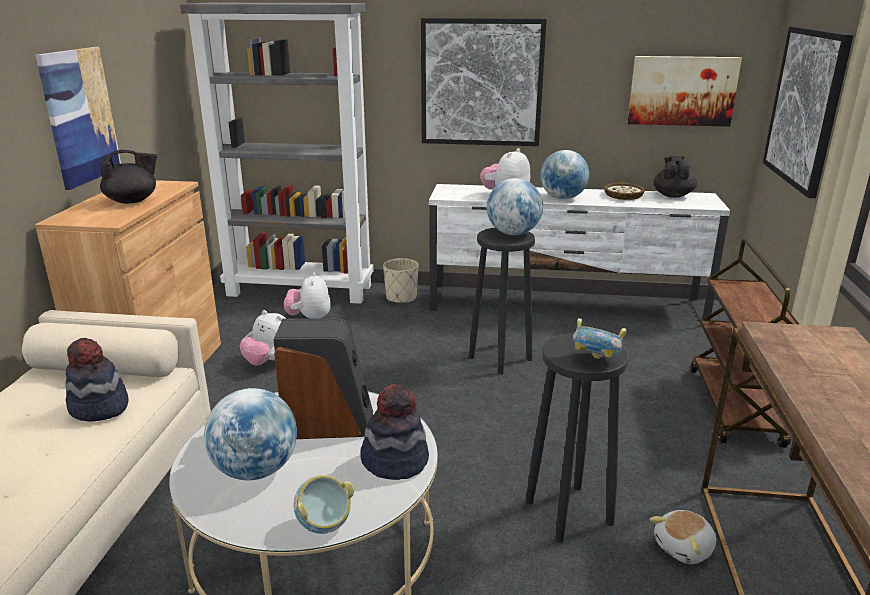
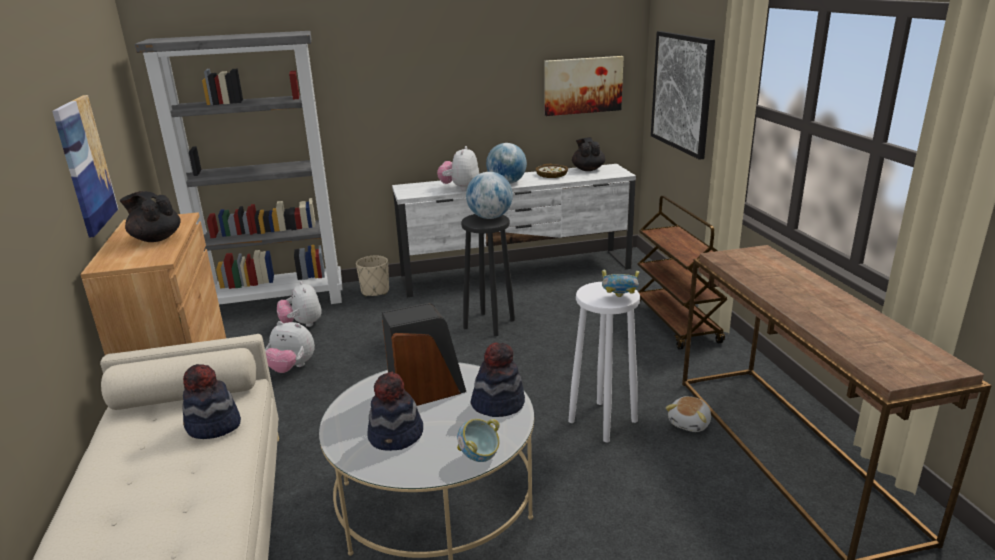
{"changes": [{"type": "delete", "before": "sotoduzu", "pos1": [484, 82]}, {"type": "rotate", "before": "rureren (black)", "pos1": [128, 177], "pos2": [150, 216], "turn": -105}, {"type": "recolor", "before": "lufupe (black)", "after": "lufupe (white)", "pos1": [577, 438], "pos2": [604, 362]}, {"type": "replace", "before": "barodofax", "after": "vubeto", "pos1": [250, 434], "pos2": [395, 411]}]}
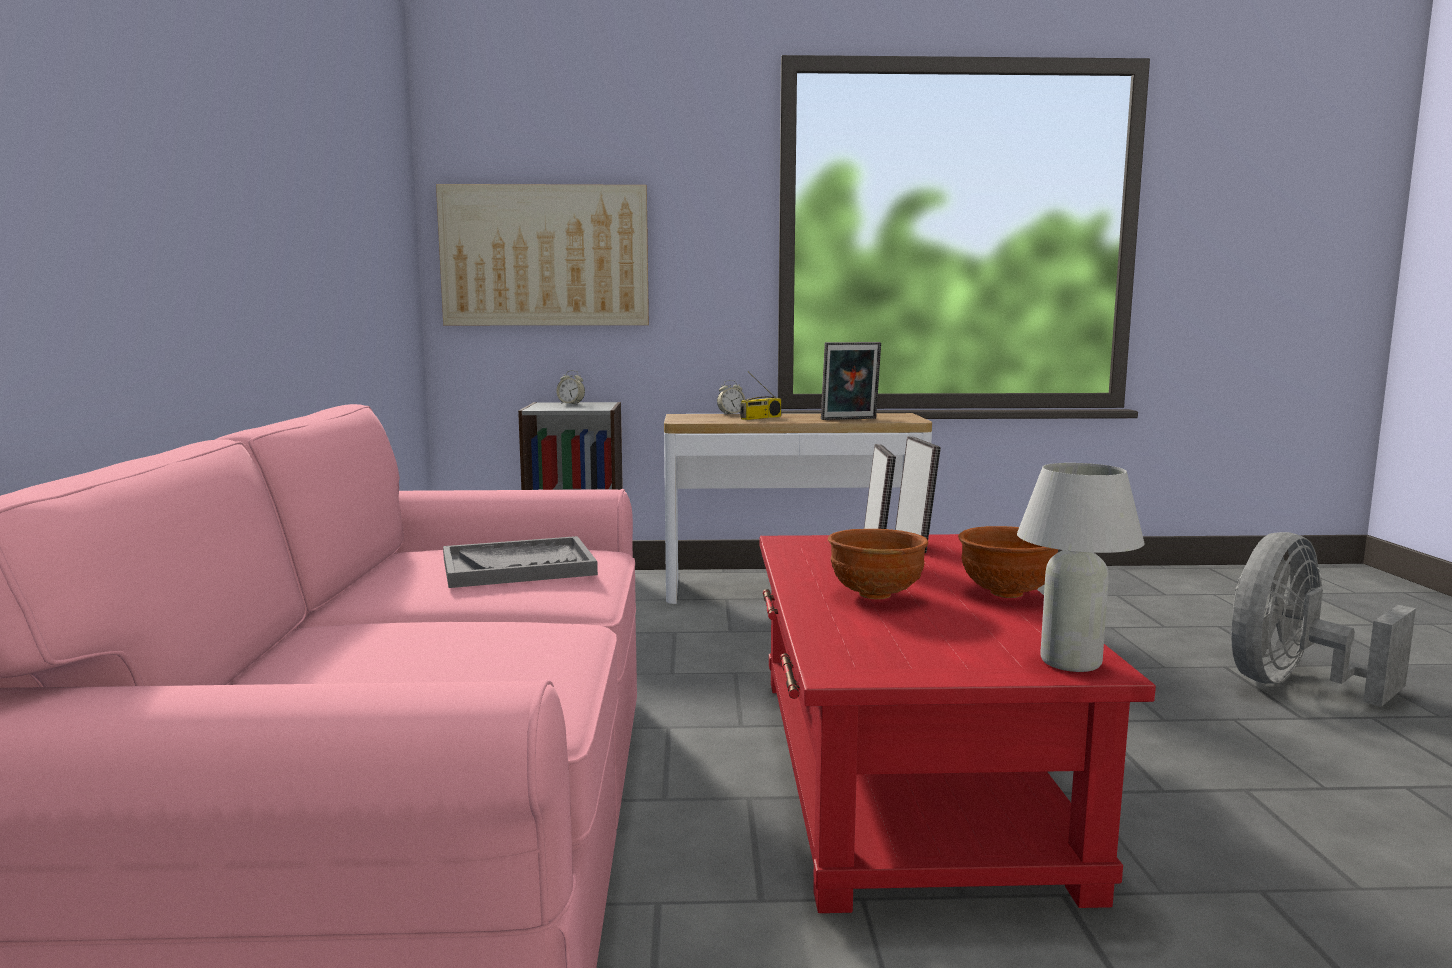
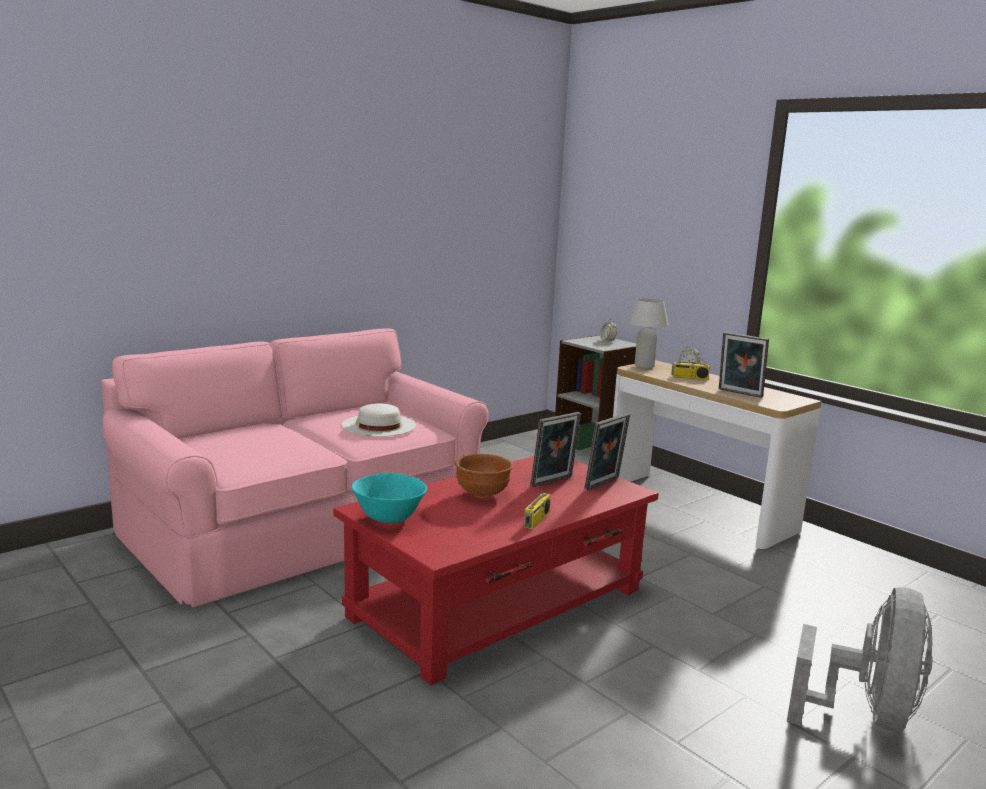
{"changes": [{"type": "delete", "before": "sotoduzu", "pos1": [542, 254]}, {"type": "move", "before": "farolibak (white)", "pos1": [1080, 567], "pos2": [648, 333]}, {"type": "replace", "before": "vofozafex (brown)", "after": "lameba", "pos1": [1008, 562], "pos2": [537, 503]}, {"type": "rotate", "before": "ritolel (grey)", "pos1": [1323, 619], "pos2": [860, 659], "turn": 105}, {"type": "replace", "before": "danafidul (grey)", "after": "vubeto (white)", "pos1": [520, 562], "pos2": [379, 420]}, {"type": "insert", "after": "vofozafex (turquoise)", "pos2": [389, 498]}]}
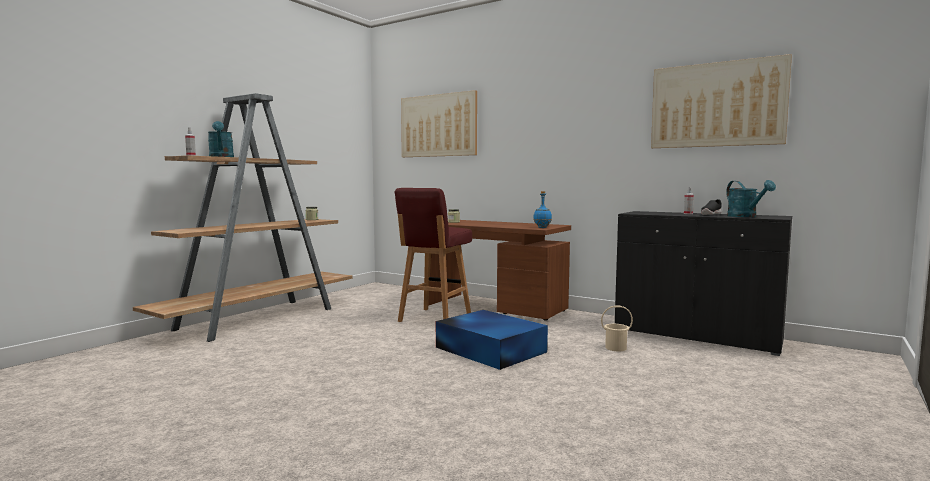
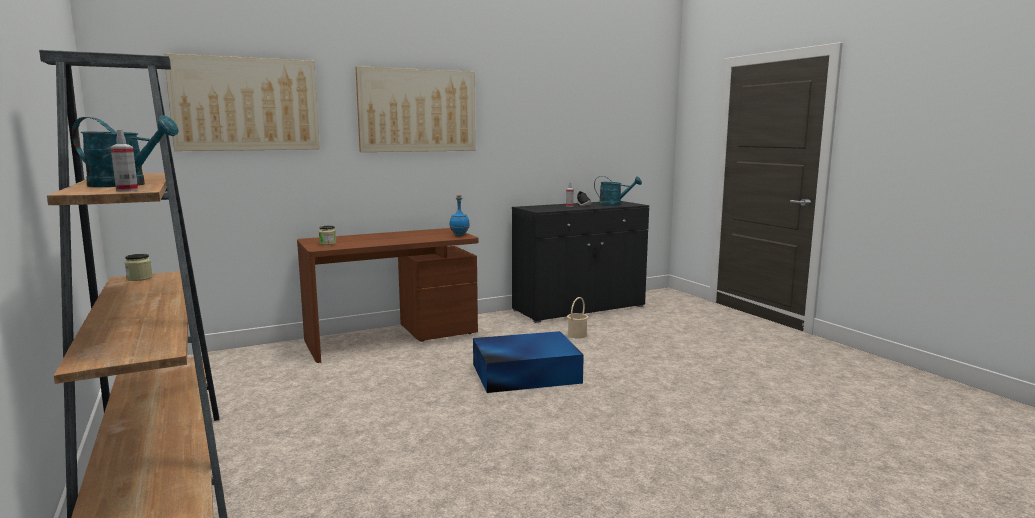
{"changes": [{"type": "move", "before": "sotoduzu", "pos1": [721, 101], "pos2": [415, 109]}, {"type": "delete", "before": "lufupe (red)", "pos1": [433, 255]}]}
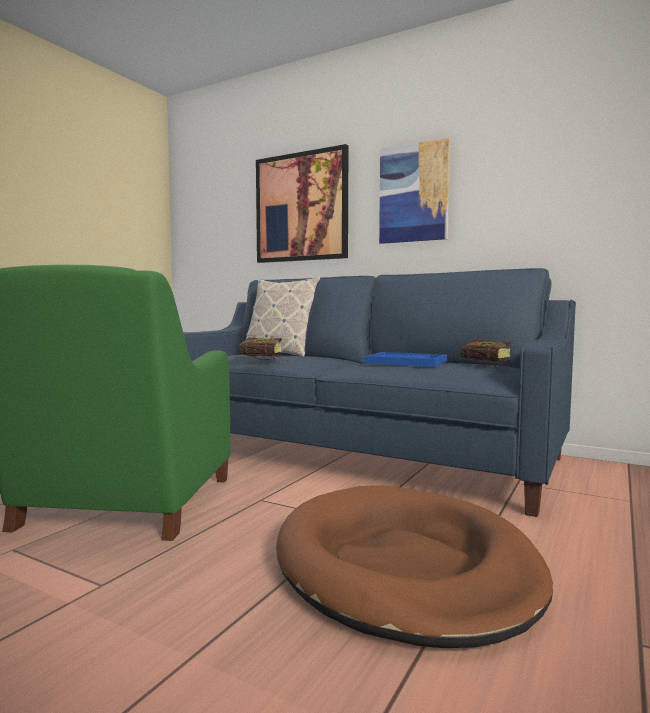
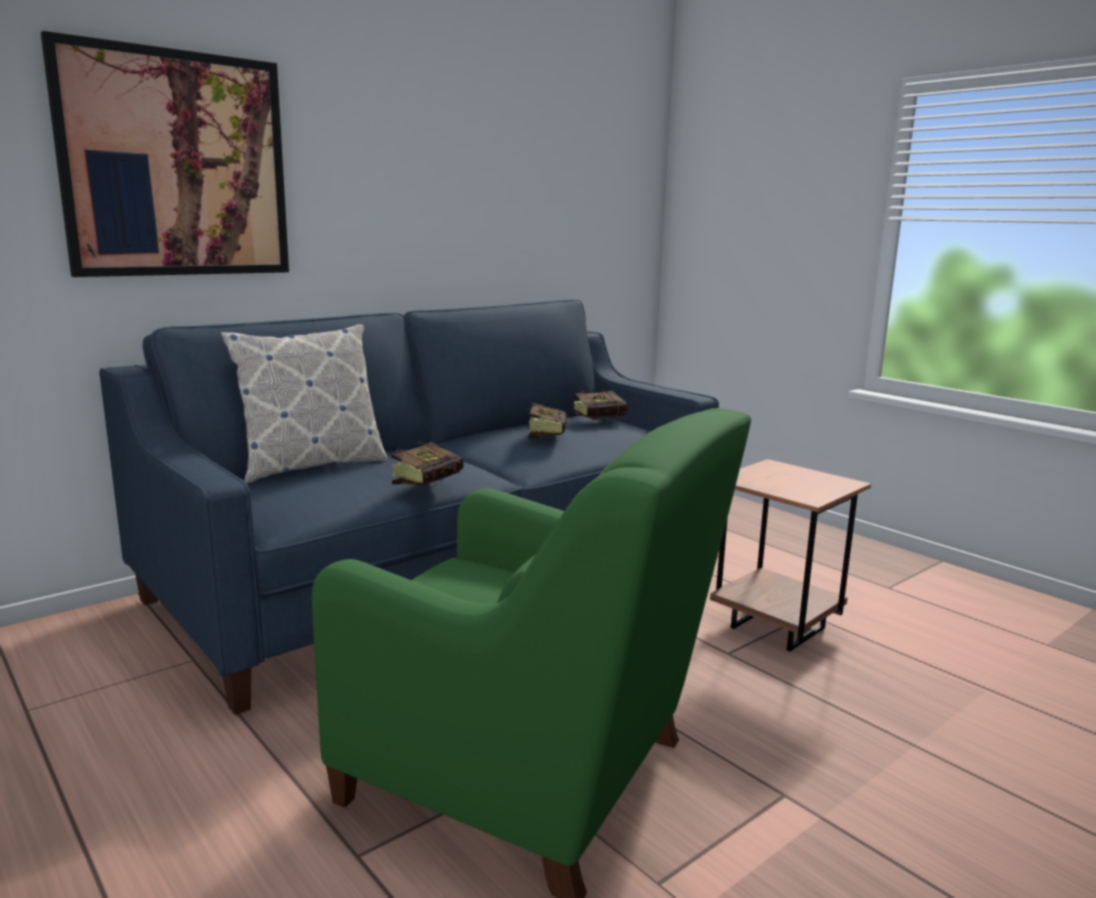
{"changes": [{"type": "delete", "before": "sotoduzu", "pos1": [414, 191]}, {"type": "replace", "before": "danafidul (blue)", "after": "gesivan", "pos1": [405, 359], "pos2": [547, 421]}, {"type": "replace", "before": "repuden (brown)", "after": "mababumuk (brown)", "pos1": [414, 567], "pos2": [790, 555]}]}
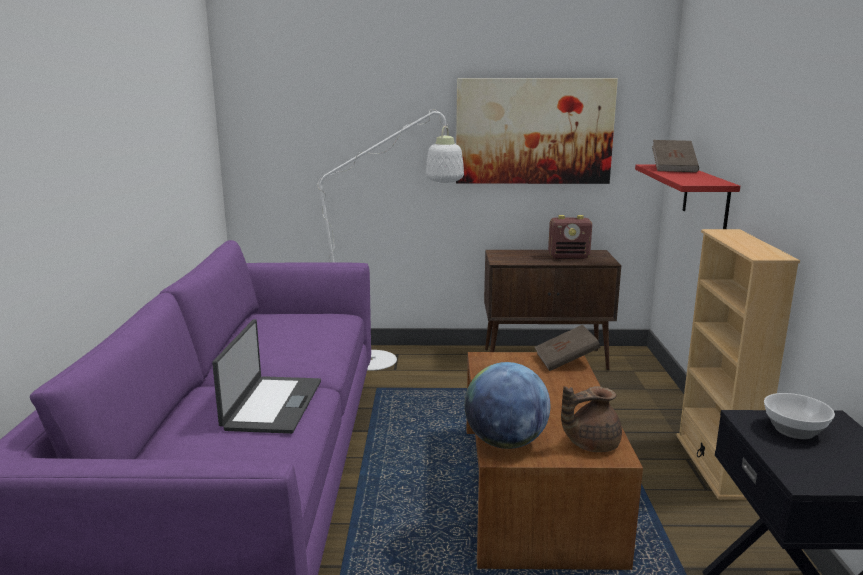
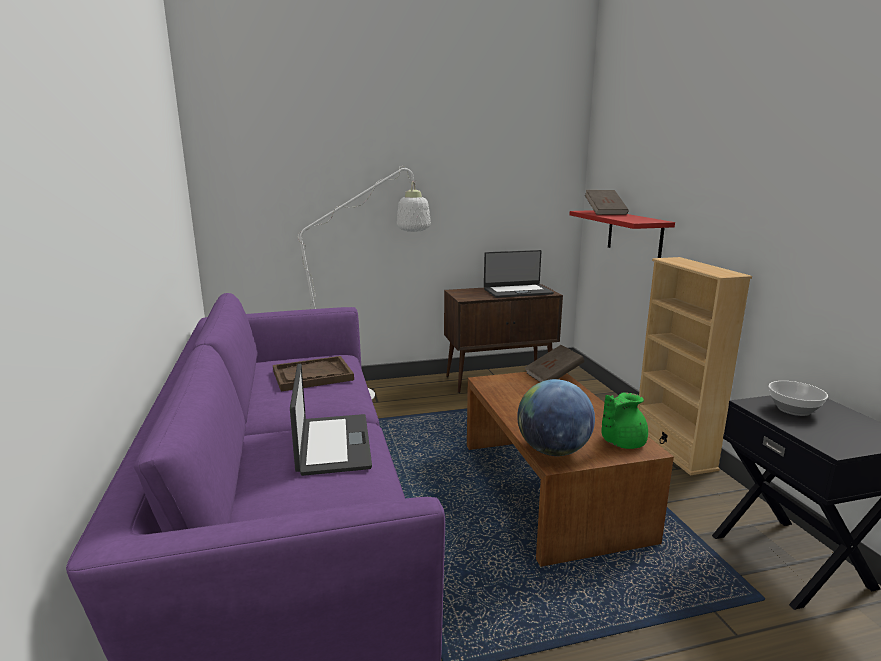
{"changes": [{"type": "delete", "before": "sotoduzu", "pos1": [537, 131]}, {"type": "replace", "before": "lameba", "after": "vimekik", "pos1": [570, 237], "pos2": [519, 274]}, {"type": "recolor", "before": "rureren (brown)", "after": "rureren (green)", "pos1": [591, 419], "pos2": [624, 420]}, {"type": "insert", "after": "danafidul (brown)", "pos2": [313, 374]}]}
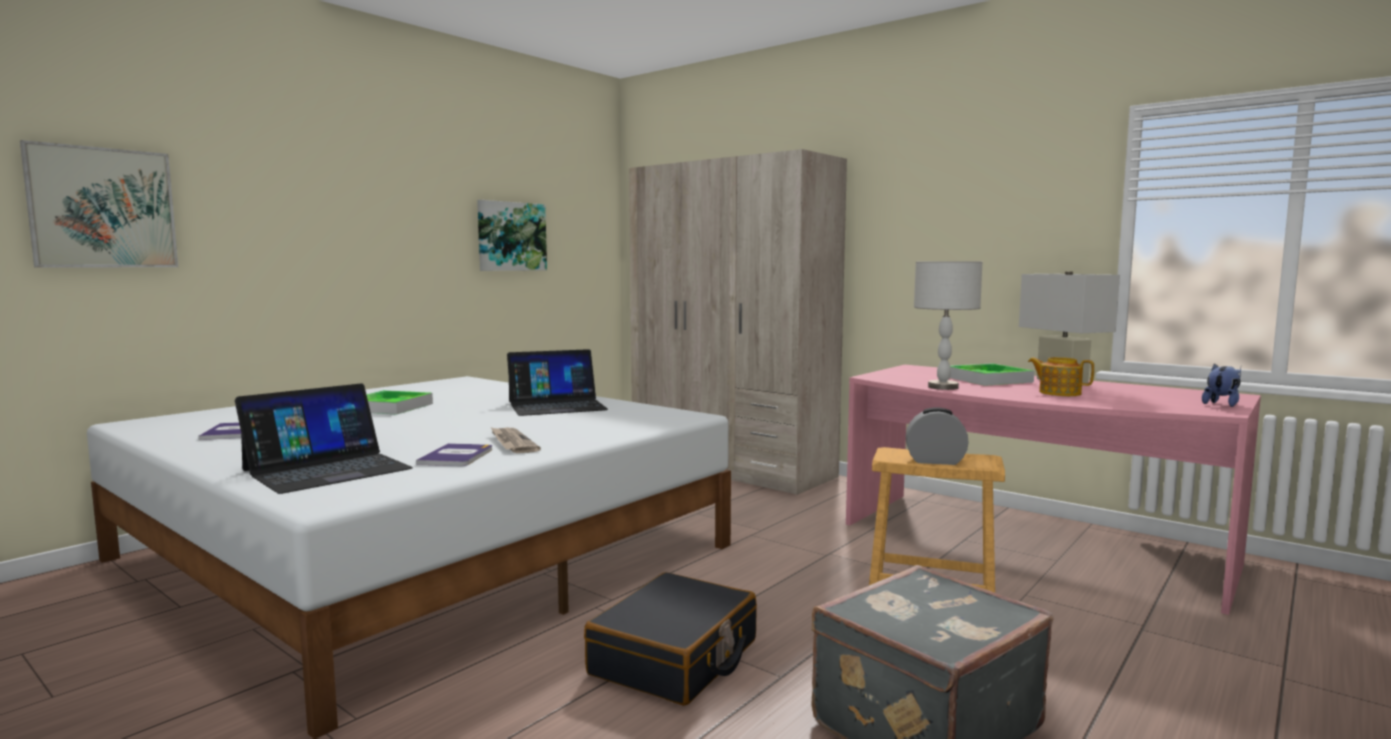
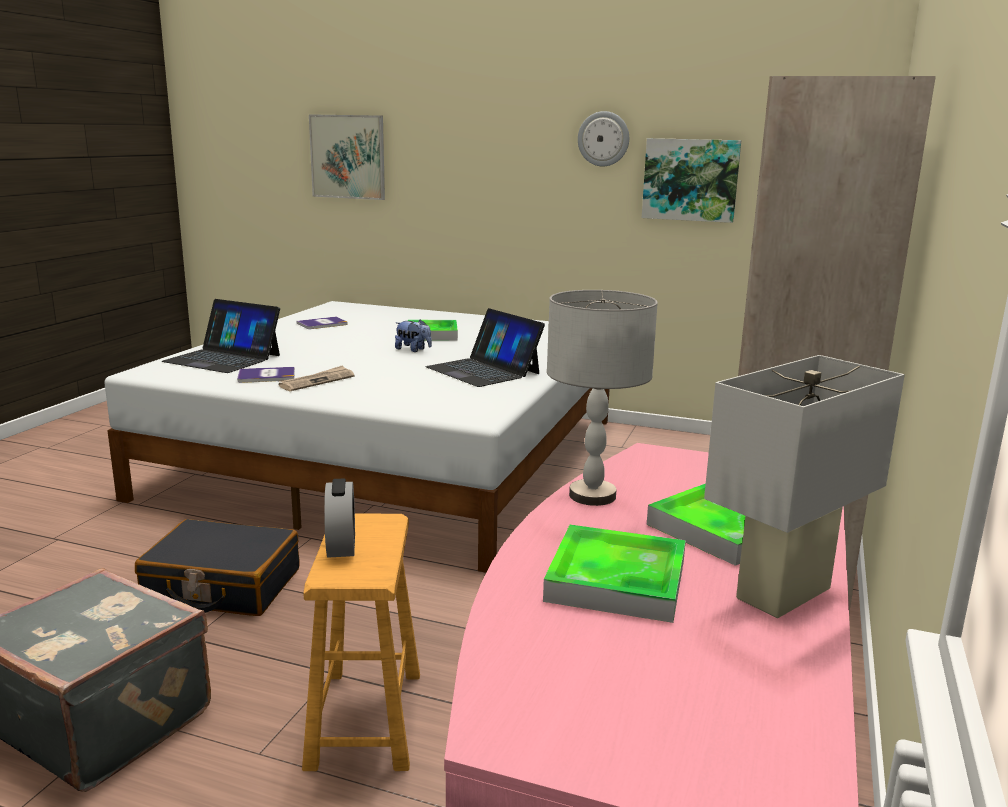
{"changes": [{"type": "replace", "before": "rureren", "after": "danafidul", "pos1": [1061, 376], "pos2": [614, 574]}, {"type": "move", "before": "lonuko", "pos1": [1221, 385], "pos2": [413, 335]}, {"type": "insert", "after": "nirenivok", "pos2": [603, 138]}]}
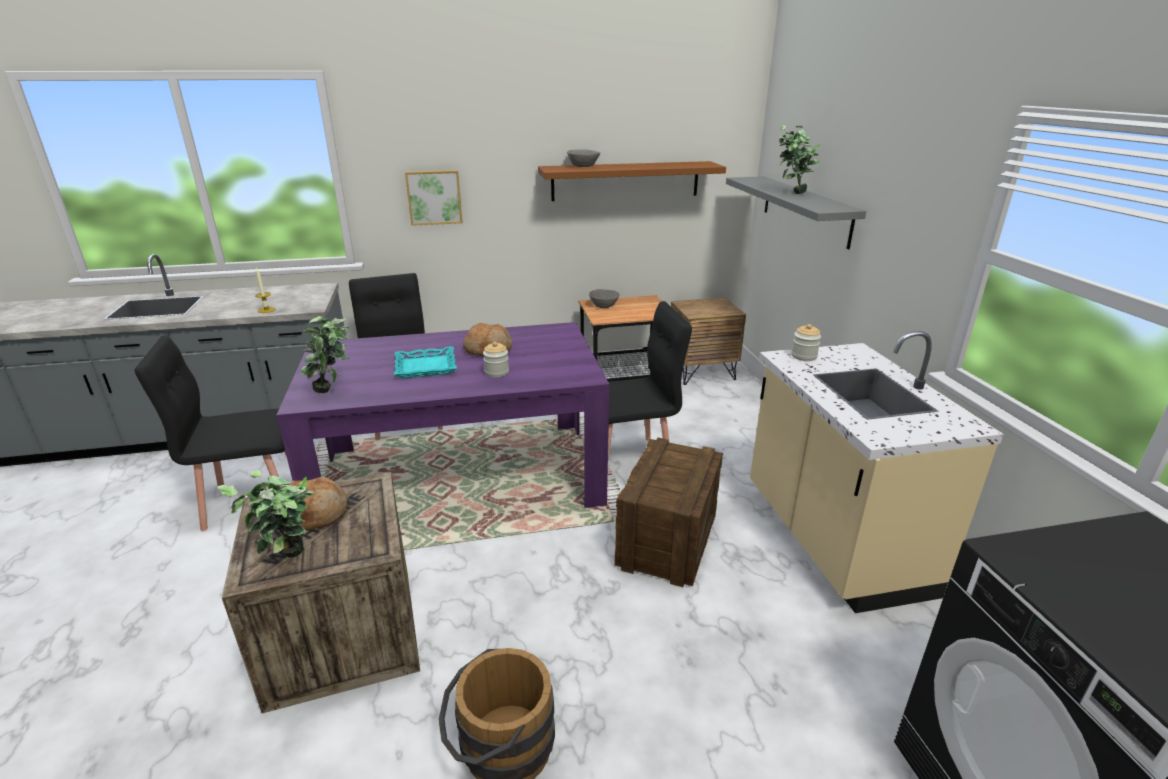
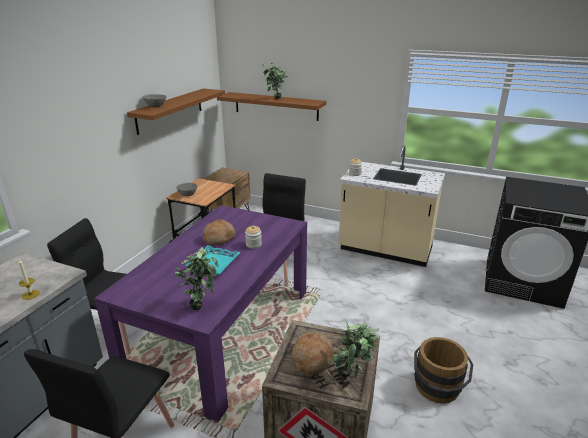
{"changes": [{"type": "delete", "before": "sotoduzu", "pos1": [434, 198]}, {"type": "recolor", "before": "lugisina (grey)", "after": "lugisina (brown)", "pos1": [796, 213], "pos2": [271, 106]}, {"type": "delete", "before": "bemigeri", "pos1": [668, 512]}]}
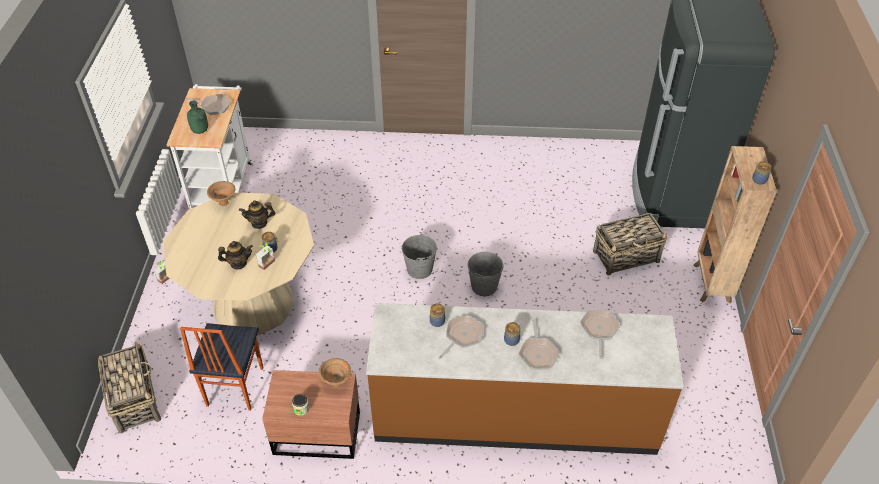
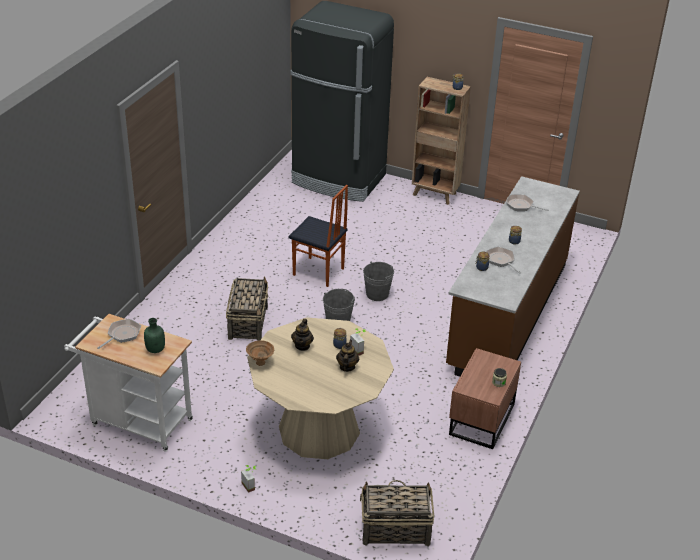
{"changes": [{"type": "move", "before": "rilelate", "pos1": [630, 244], "pos2": [247, 308]}, {"type": "delete", "before": "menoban", "pos1": [539, 344]}, {"type": "move", "before": "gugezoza", "pos1": [221, 367], "pos2": [318, 236]}, {"type": "delete", "before": "vofozafex (brown)", "pos1": [335, 372]}]}
